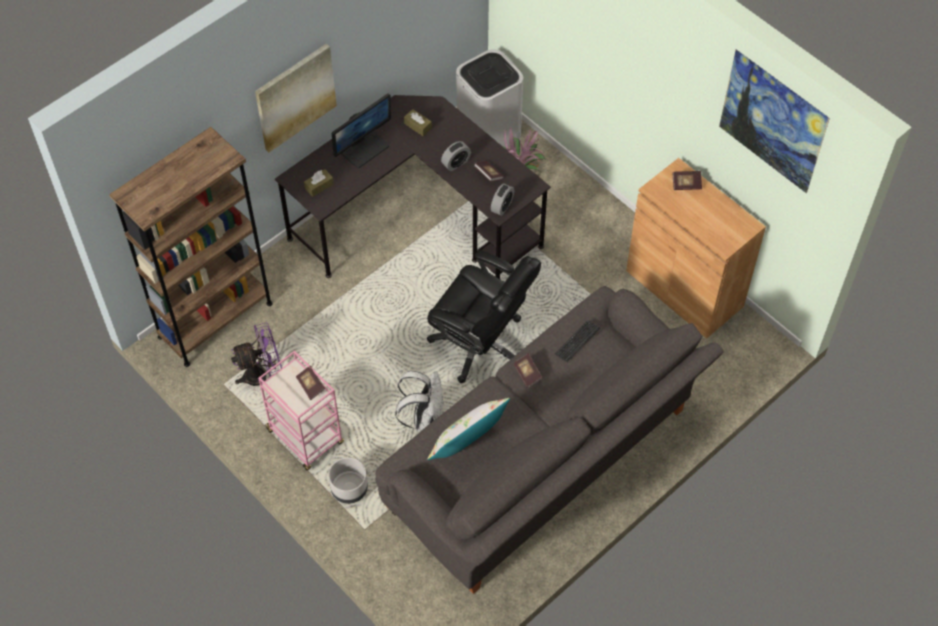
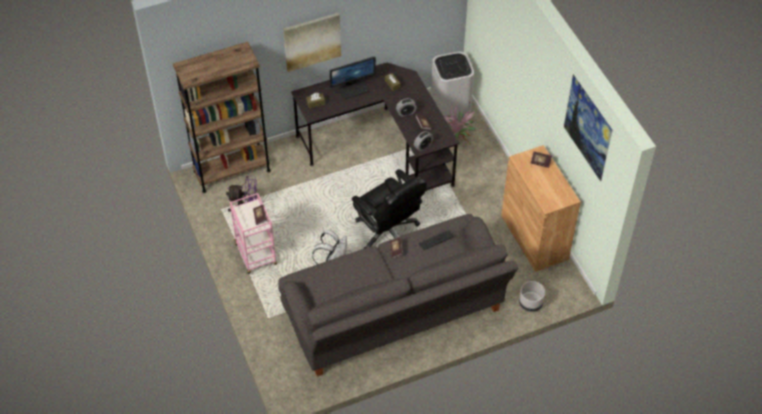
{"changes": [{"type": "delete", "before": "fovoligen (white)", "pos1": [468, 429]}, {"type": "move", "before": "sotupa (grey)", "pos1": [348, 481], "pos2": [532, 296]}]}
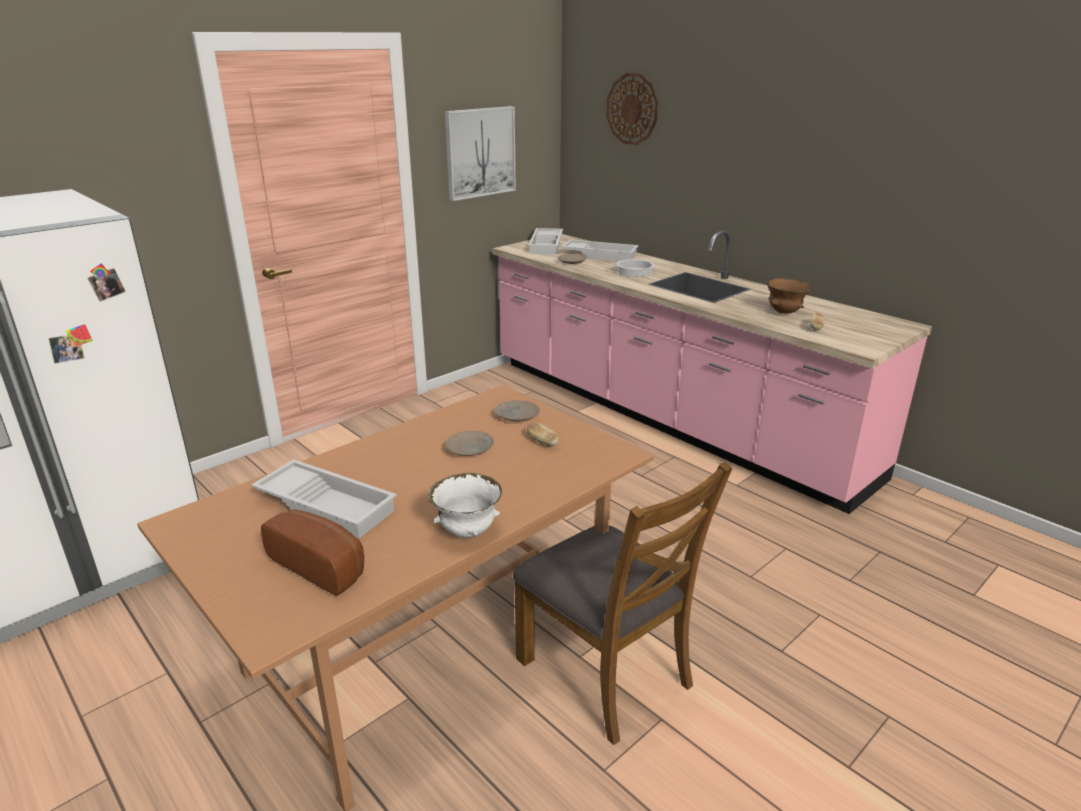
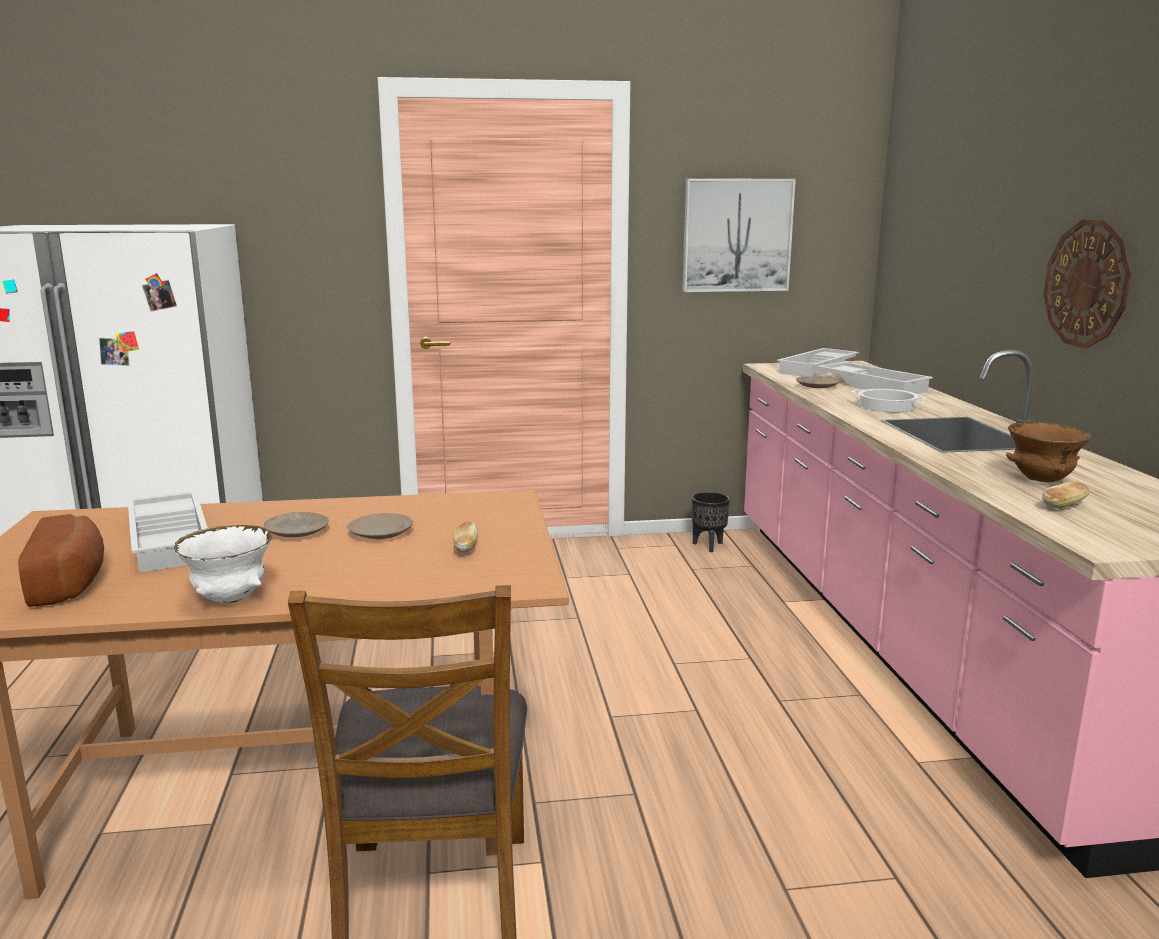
{"changes": [{"type": "move", "before": "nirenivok", "pos1": [632, 109], "pos2": [1088, 283]}, {"type": "move", "before": "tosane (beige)", "pos1": [517, 410], "pos2": [296, 524]}, {"type": "insert", "after": "sotupa (black)", "pos2": [711, 522]}]}
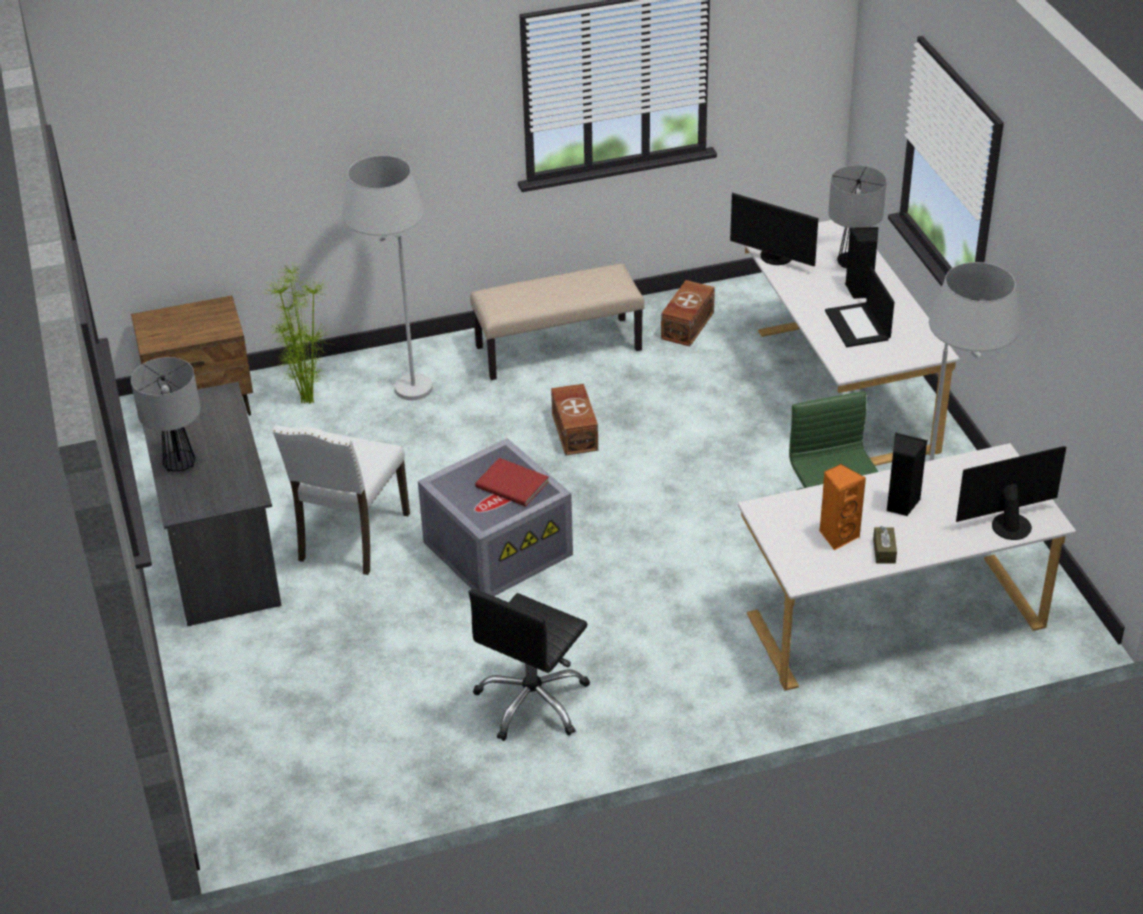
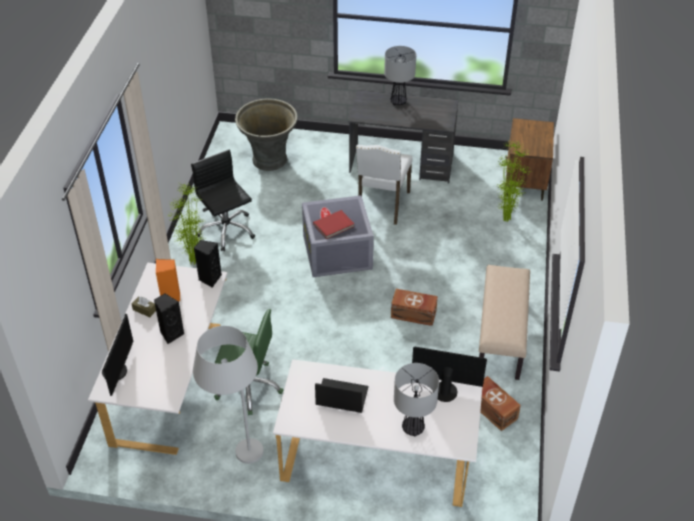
{"changes": [{"type": "delete", "before": "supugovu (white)", "pos1": [387, 277]}, {"type": "rotate", "before": "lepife", "pos1": [774, 229], "pos2": [449, 374], "turn": 45}, {"type": "move", "before": "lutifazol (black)", "pos1": [861, 263], "pos2": [208, 264]}, {"type": "rotate", "before": "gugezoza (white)", "pos1": [341, 500], "pos2": [384, 185], "turn": -120}, {"type": "insert", "after": "sotupa (grey)", "pos2": [266, 135]}, {"type": "insert", "after": "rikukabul", "pos2": [187, 224]}]}
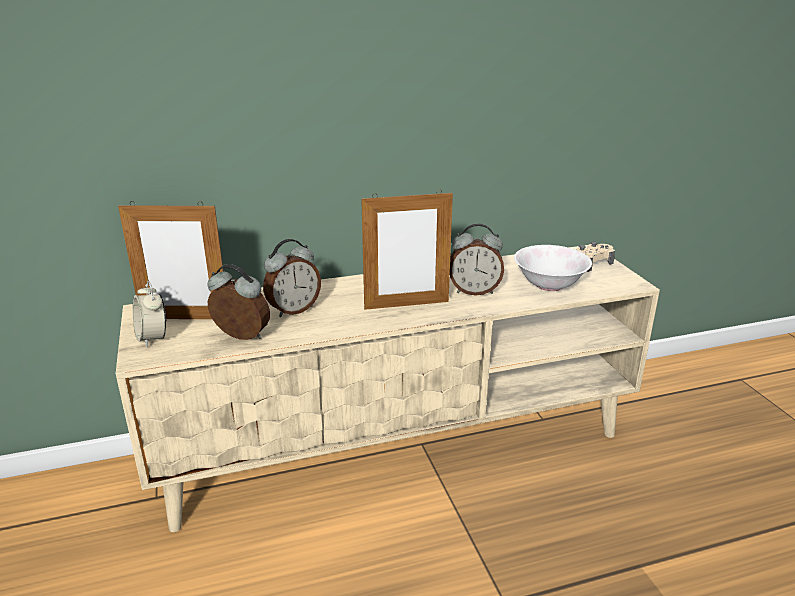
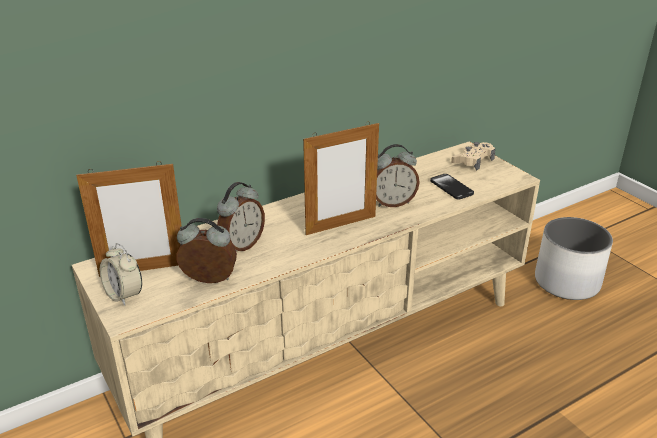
{"changes": [{"type": "replace", "before": "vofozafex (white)", "after": "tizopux", "pos1": [553, 268], "pos2": [452, 187]}, {"type": "insert", "after": "sotupa (white)", "pos2": [574, 258]}]}
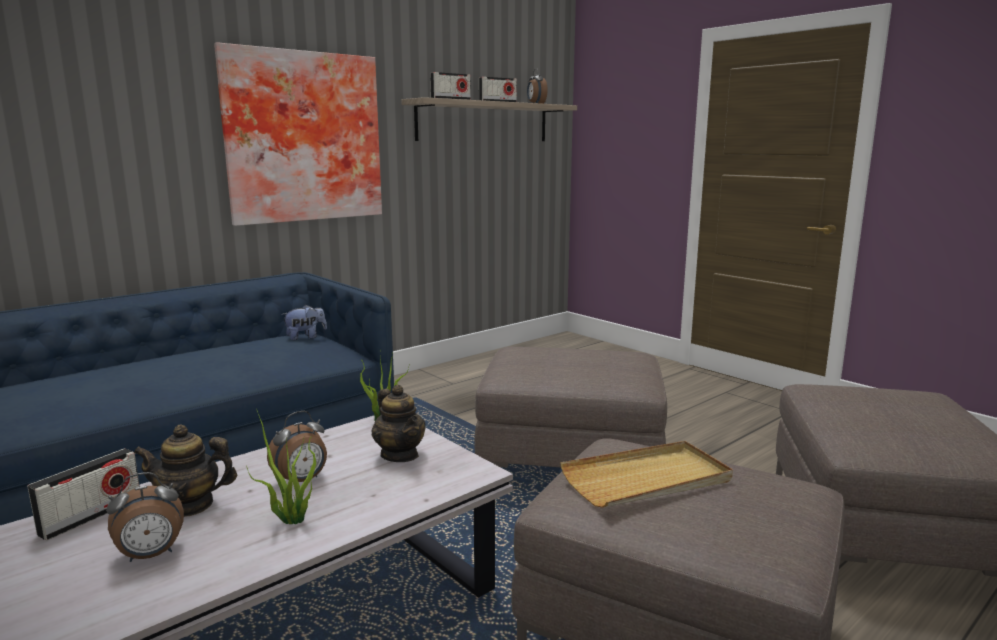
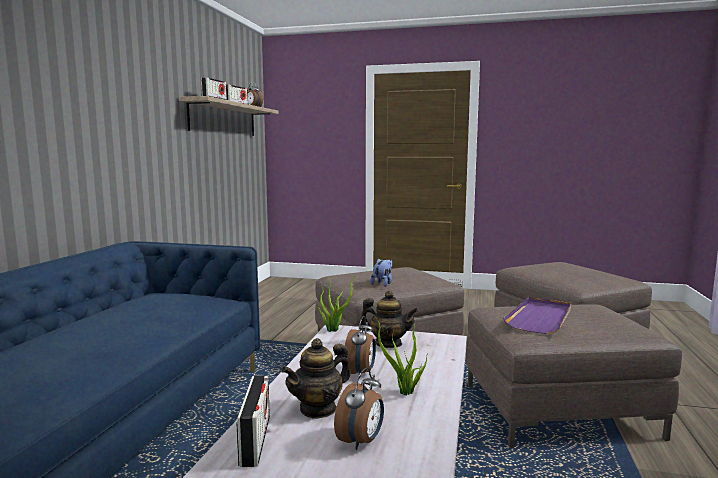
{"changes": [{"type": "delete", "before": "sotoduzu", "pos1": [298, 134]}, {"type": "move", "before": "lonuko", "pos1": [304, 322], "pos2": [381, 272]}, {"type": "recolor", "before": "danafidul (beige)", "after": "danafidul (purple)", "pos1": [646, 474], "pos2": [537, 315]}]}
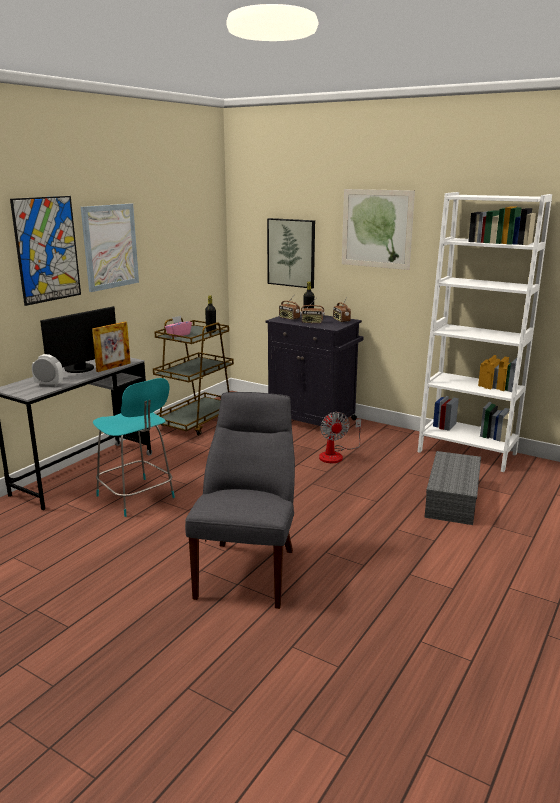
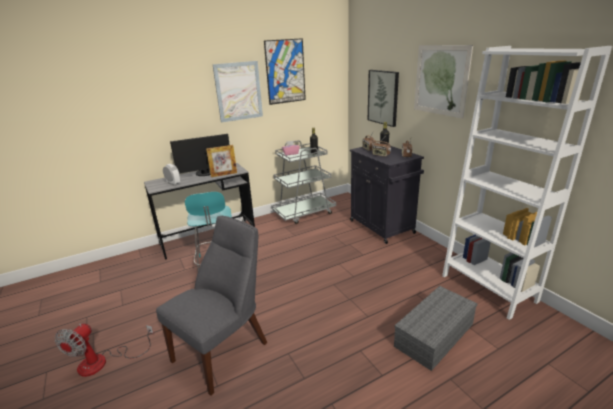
{"changes": [{"type": "move", "before": "sotoduzu", "pos1": [45, 251], "pos2": [285, 71]}, {"type": "recolor", "before": "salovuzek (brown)", "after": "salovuzek (grey)", "pos1": [193, 376], "pos2": [303, 182]}, {"type": "move", "before": "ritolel", "pos1": [340, 437], "pos2": [104, 350]}]}
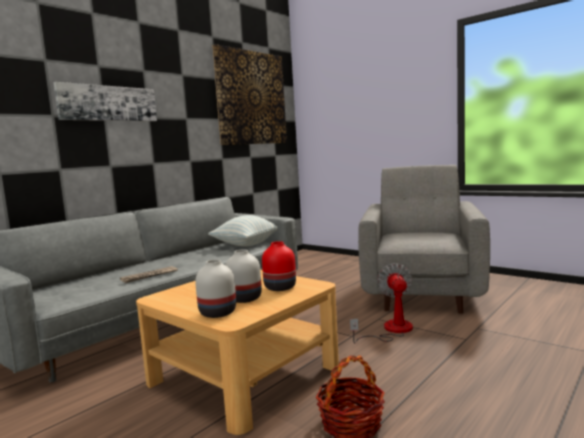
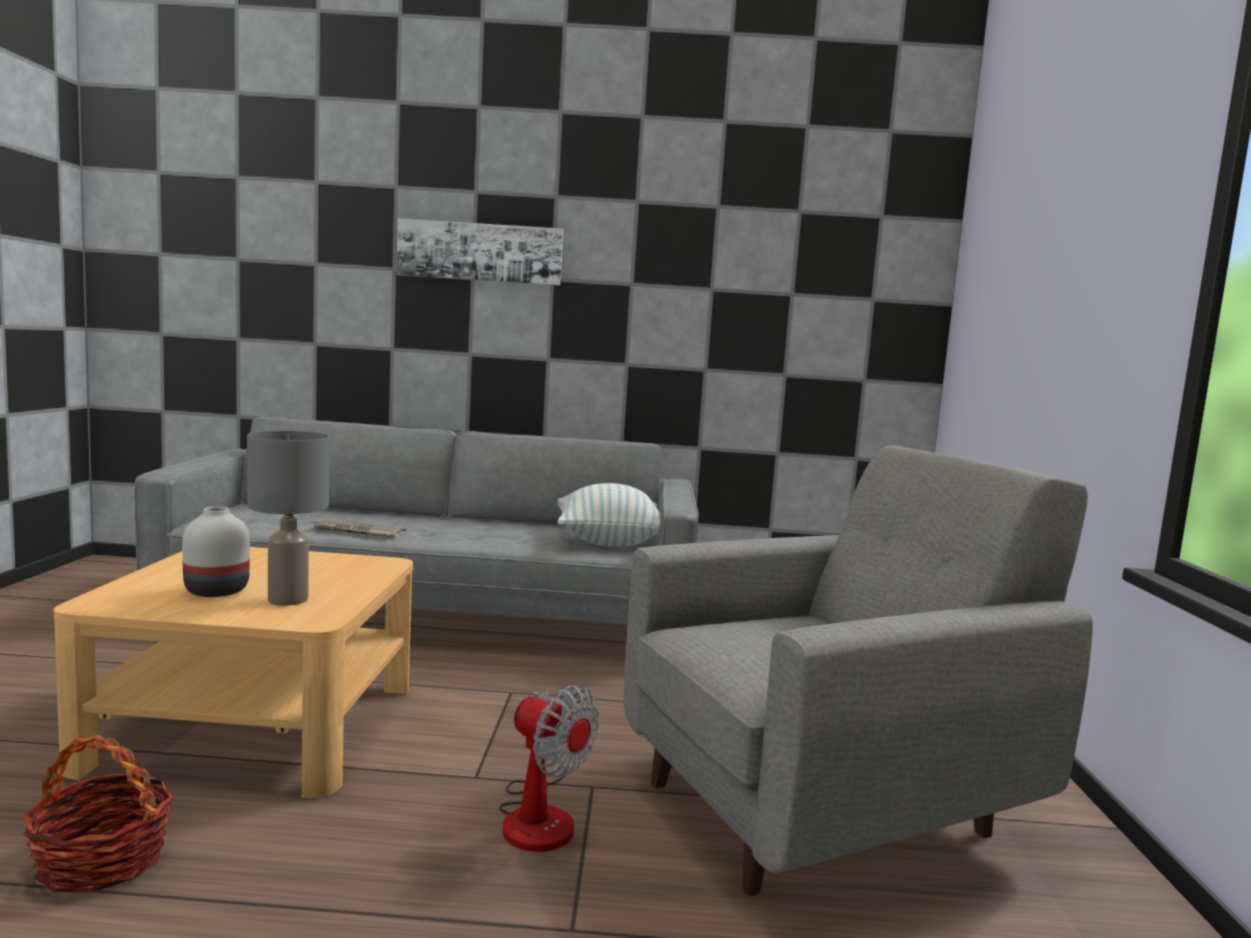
{"changes": [{"type": "delete", "before": "sotoduzu", "pos1": [249, 94]}, {"type": "replace", "before": "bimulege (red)", "after": "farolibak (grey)", "pos1": [279, 266], "pos2": [288, 518]}, {"type": "delete", "before": "bimulege (white)", "pos1": [215, 288]}, {"type": "rotate", "before": "ritolel", "pos1": [381, 303], "pos2": [549, 768], "turn": 75}]}
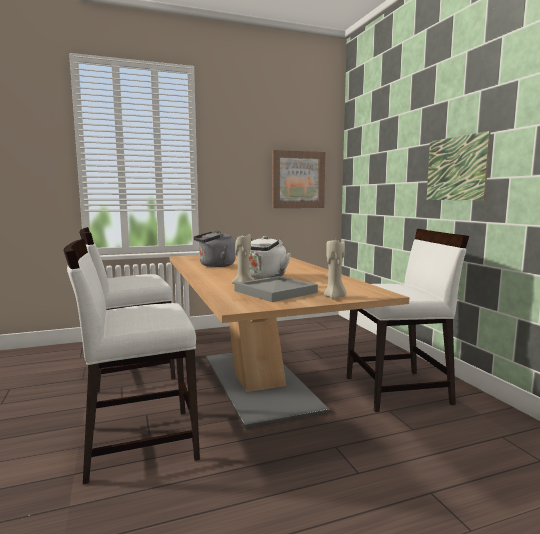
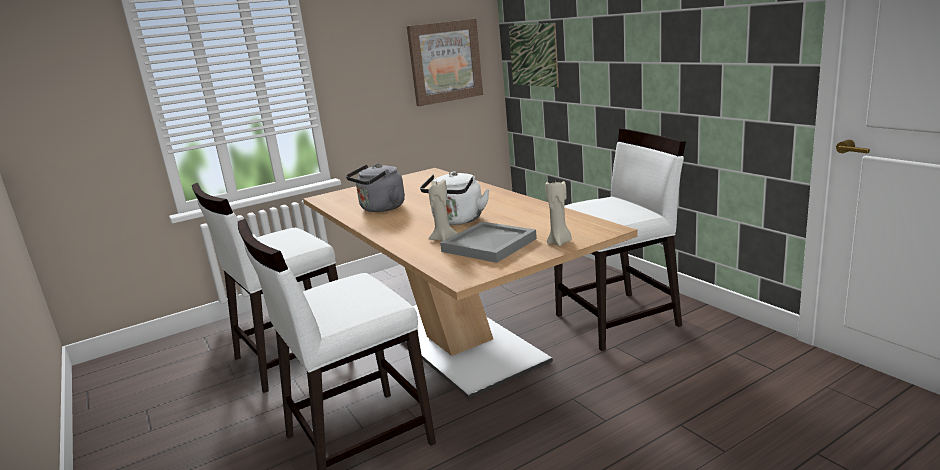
{"changes": [{"type": "move", "before": "sotoduzu", "pos1": [459, 165], "pos2": [534, 55]}]}
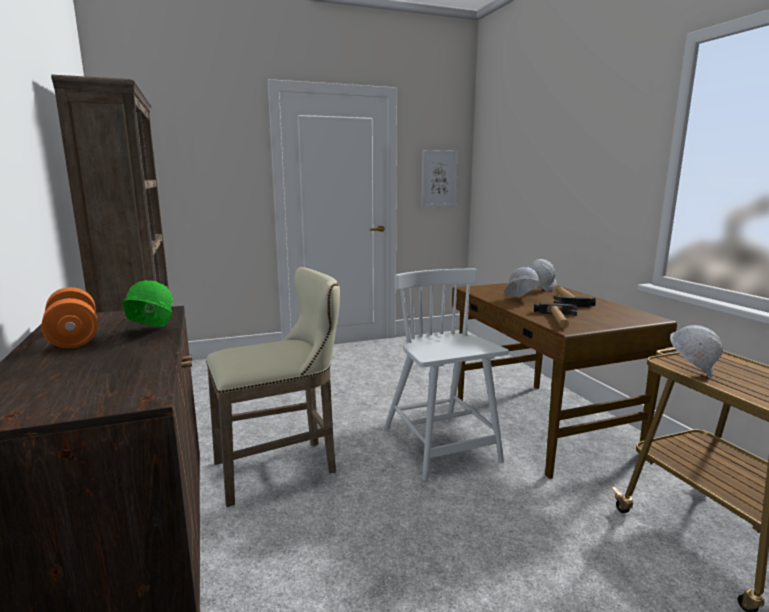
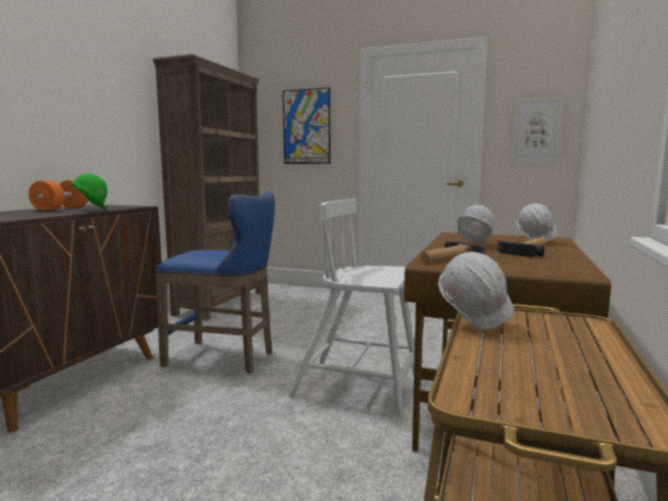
{"changes": [{"type": "recolor", "before": "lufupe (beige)", "after": "lufupe (blue)", "pos1": [273, 387], "pos2": [215, 282]}, {"type": "rotate", "before": "gugezoza (white)", "pos1": [446, 375], "pos2": [351, 308], "turn": -90}, {"type": "insert", "after": "sotoduzu", "pos2": [306, 126]}]}
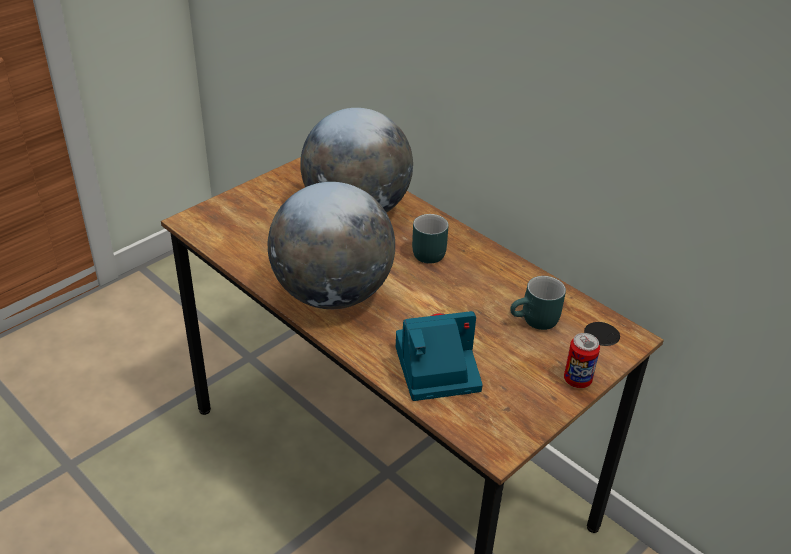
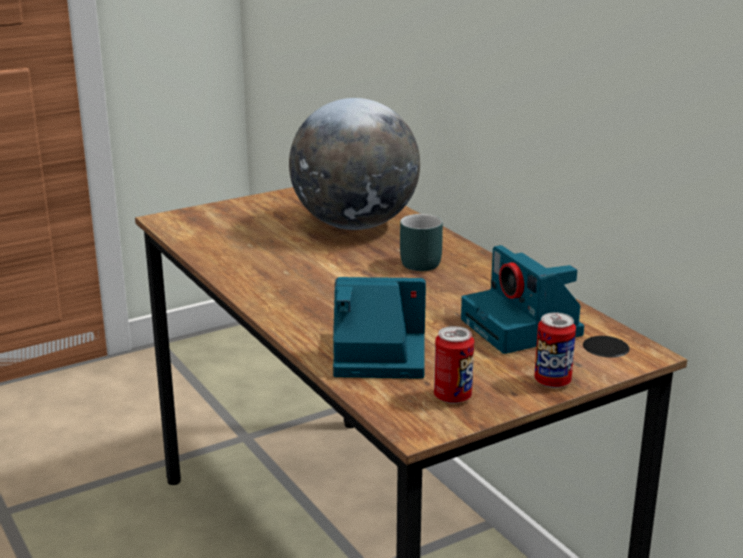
{"changes": [{"type": "delete", "before": "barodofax", "pos1": [331, 245]}, {"type": "replace", "before": "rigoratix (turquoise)", "after": "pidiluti", "pos1": [538, 303], "pos2": [522, 299]}, {"type": "insert", "after": "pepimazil", "pos2": [454, 365]}]}
